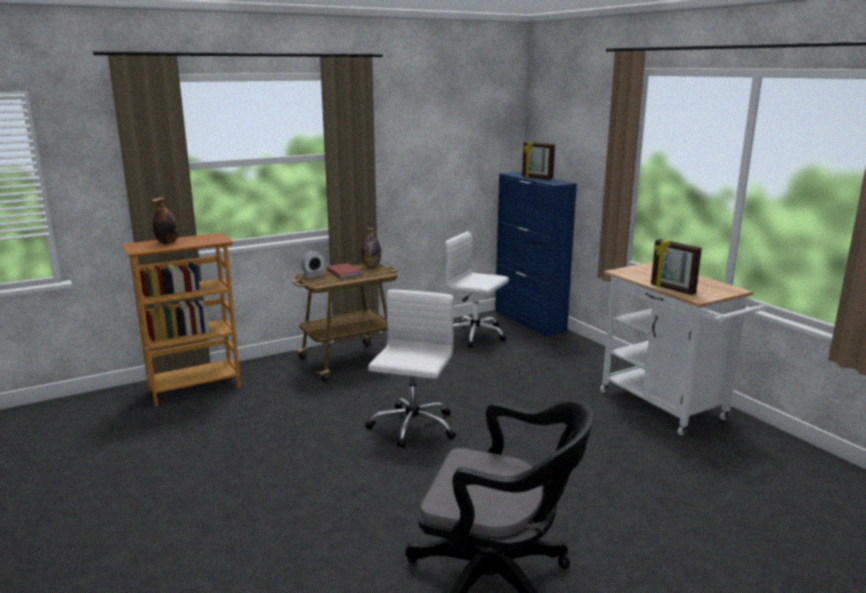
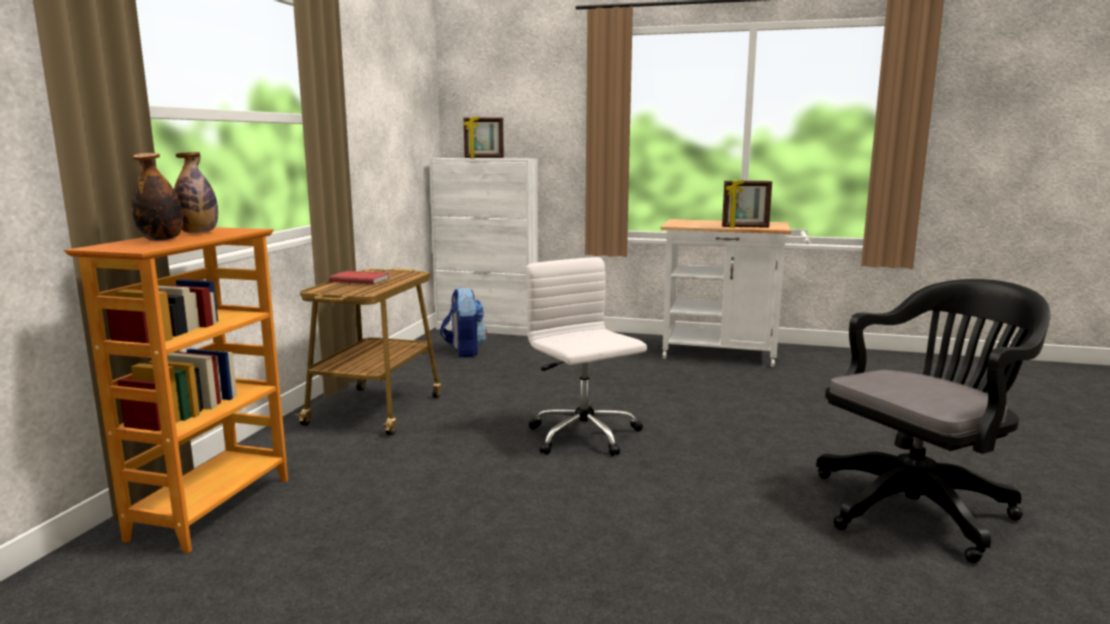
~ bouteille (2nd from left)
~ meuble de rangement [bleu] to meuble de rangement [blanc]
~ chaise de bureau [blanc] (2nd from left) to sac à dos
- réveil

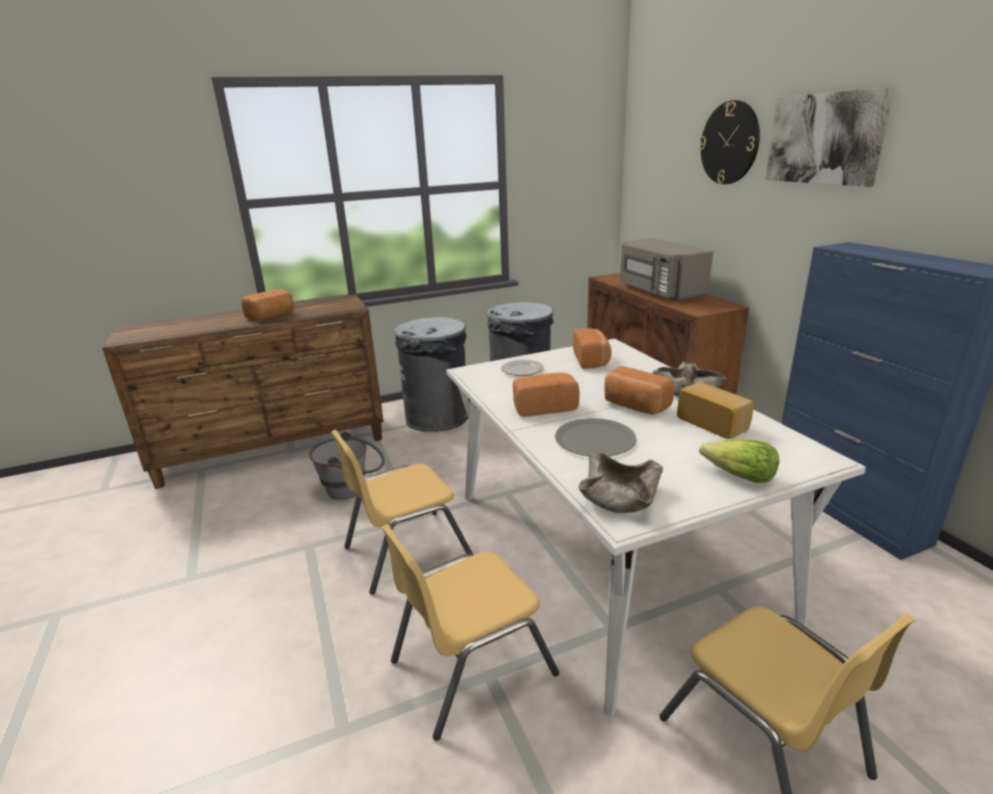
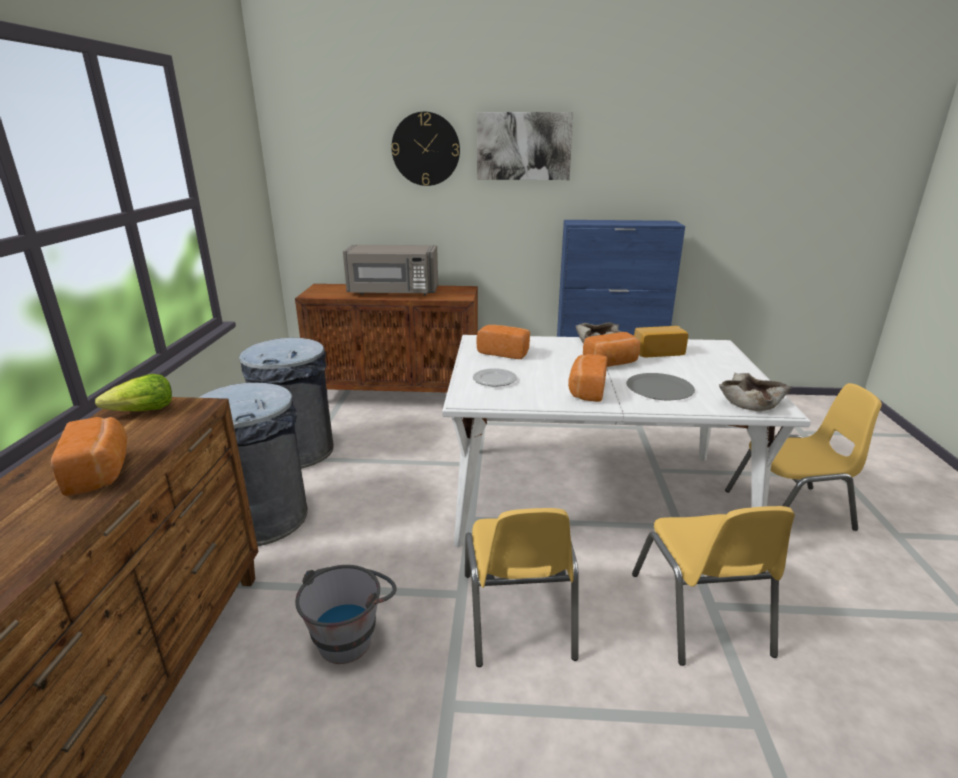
~ laitue

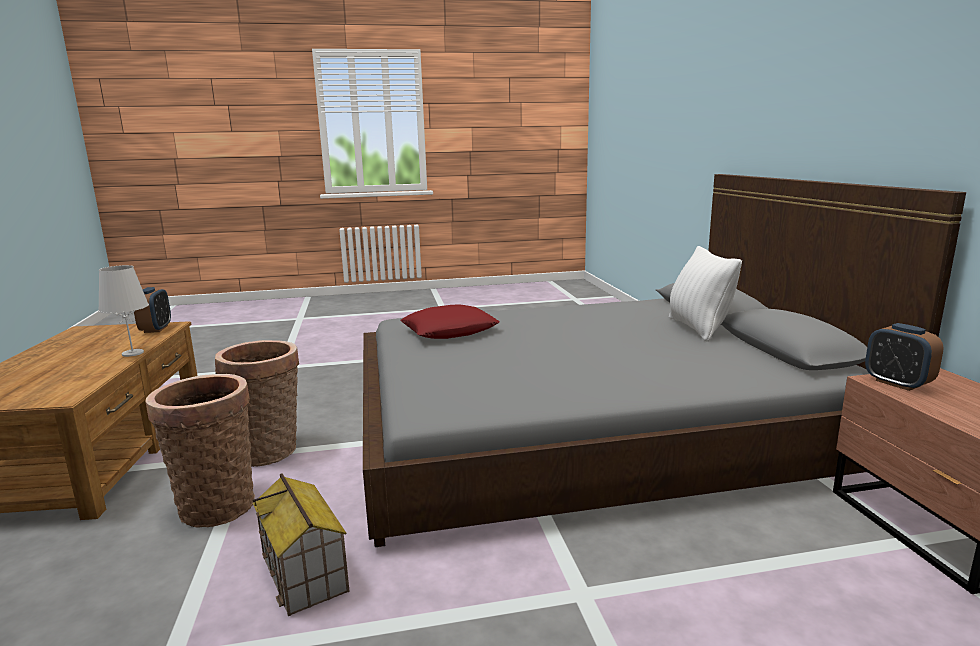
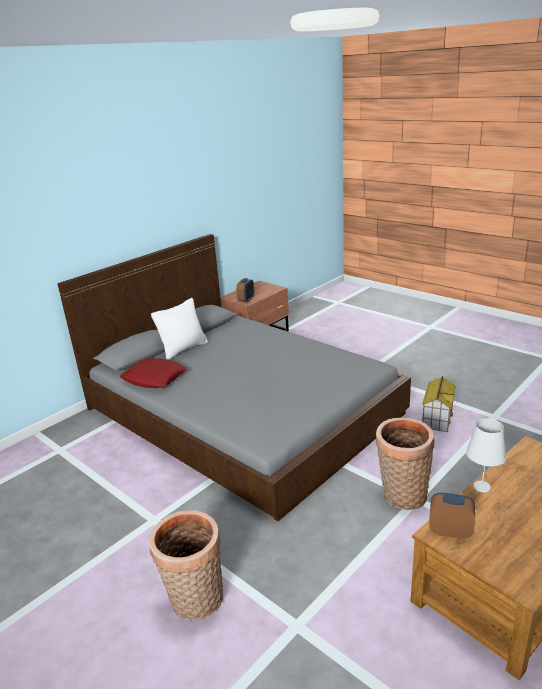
~ coussin [rouge]
~ panier (1st from left)
~ réveil (1st from left in the first image) 60 degrees clockwise

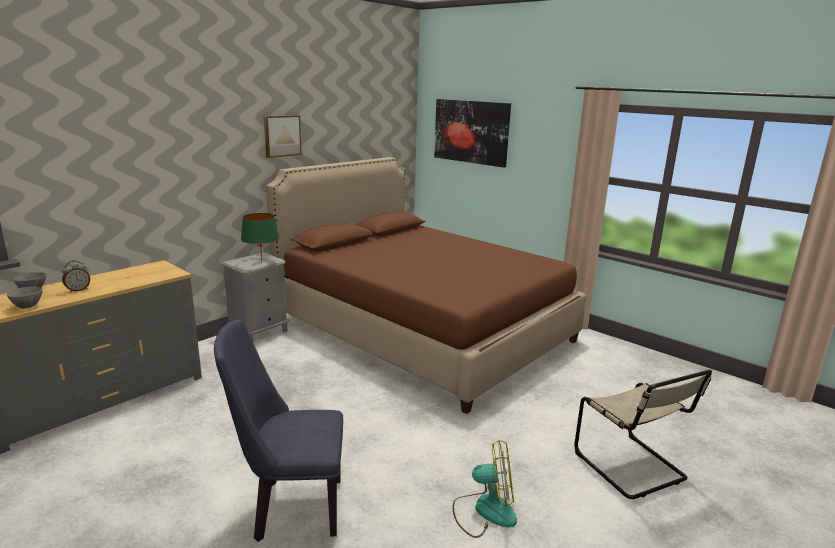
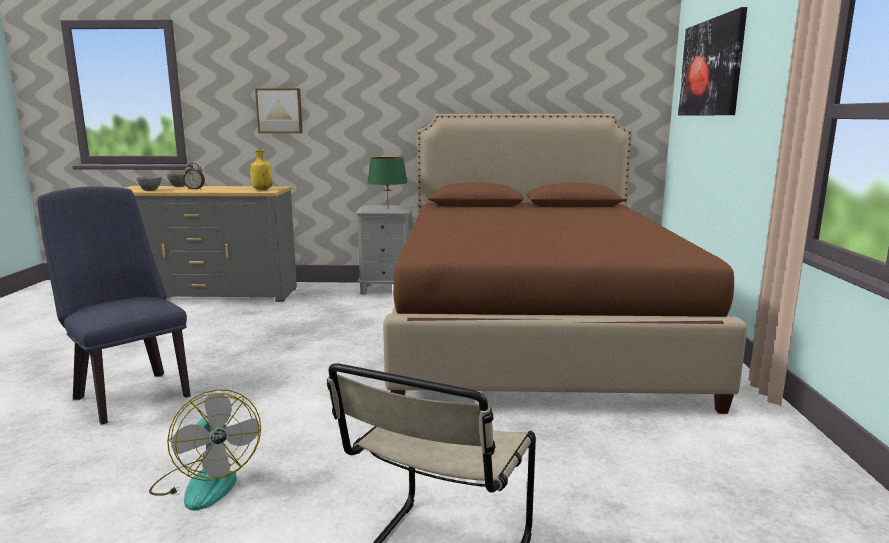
+ bouteille [jaune]
~ tableau (1st from left)

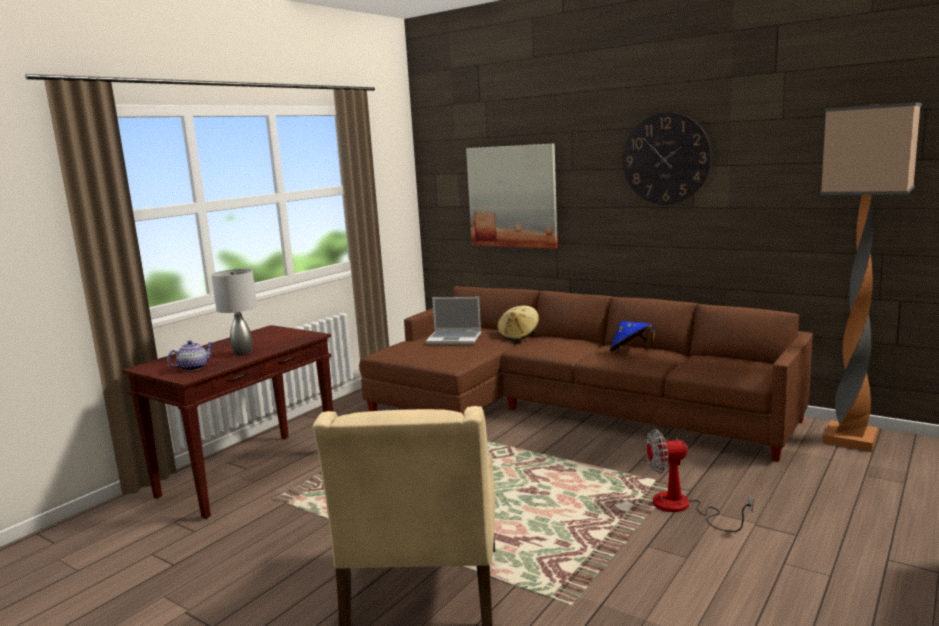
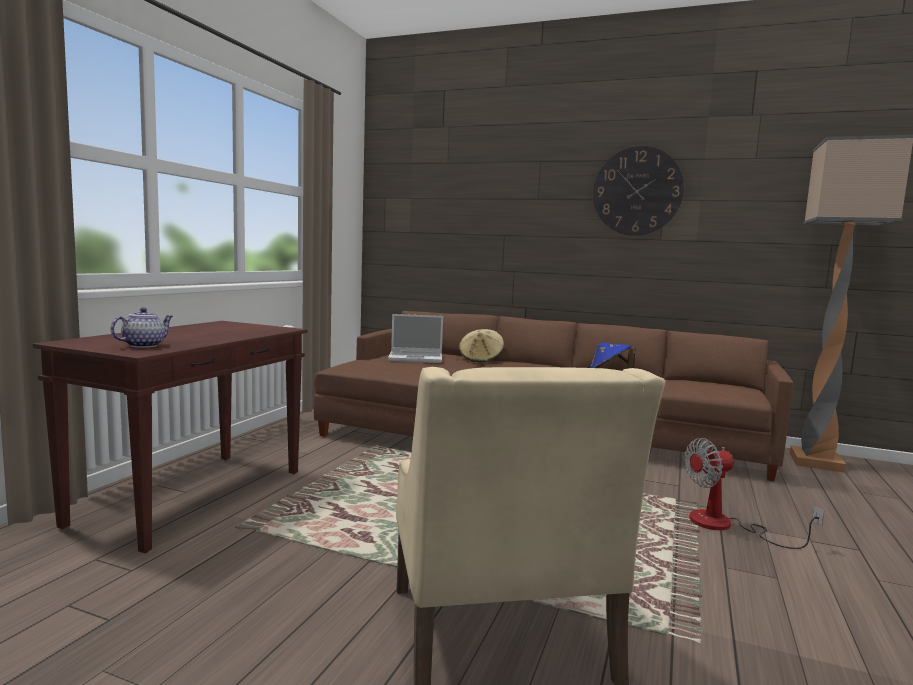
- lampe de table [gris]
- tableau

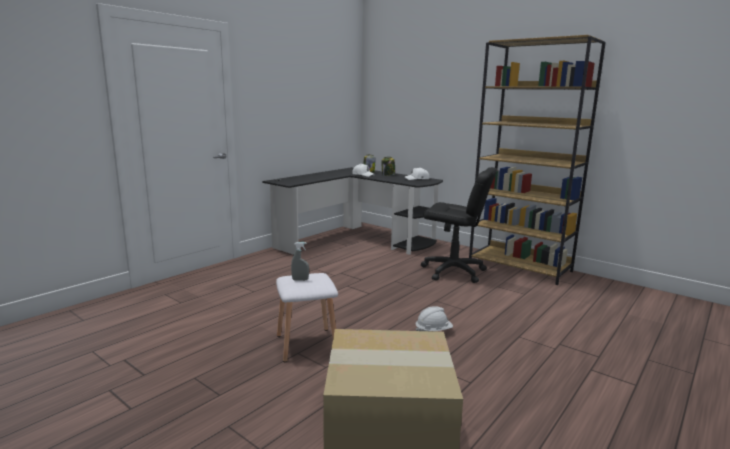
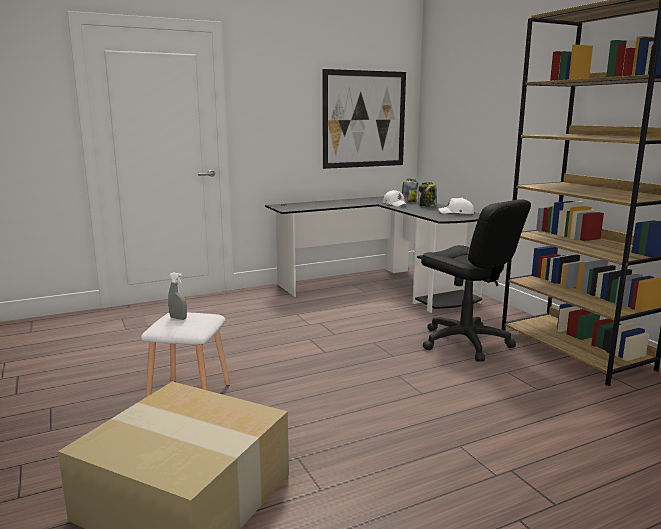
+ tableau
- casque de chantier [blanc]

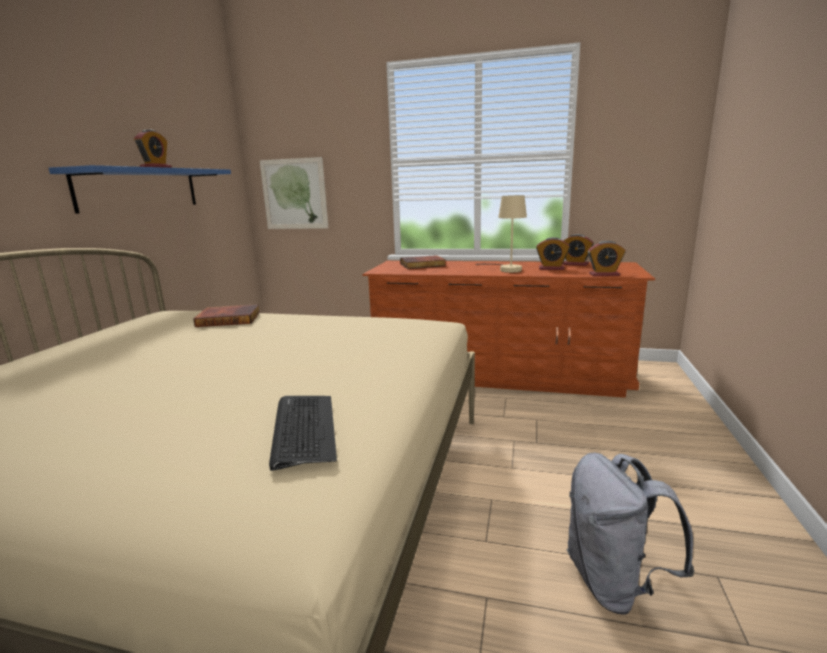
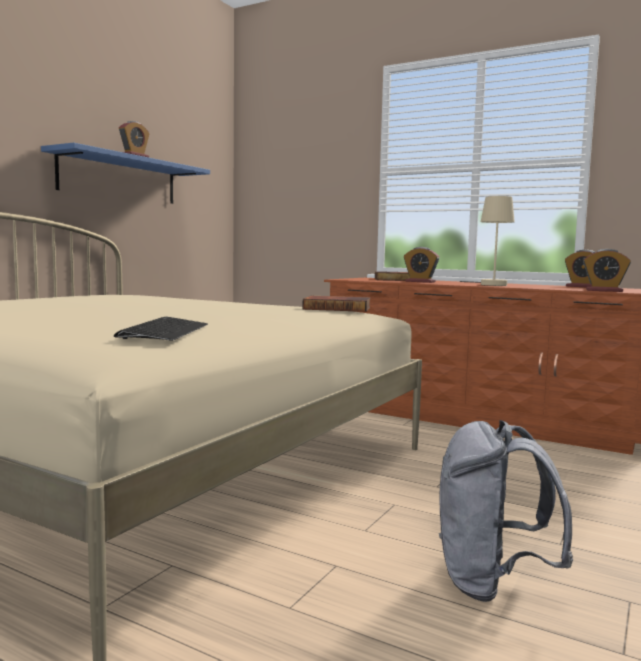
~ livre (1st from left)
~ réveil (2nd from left)
- tableau

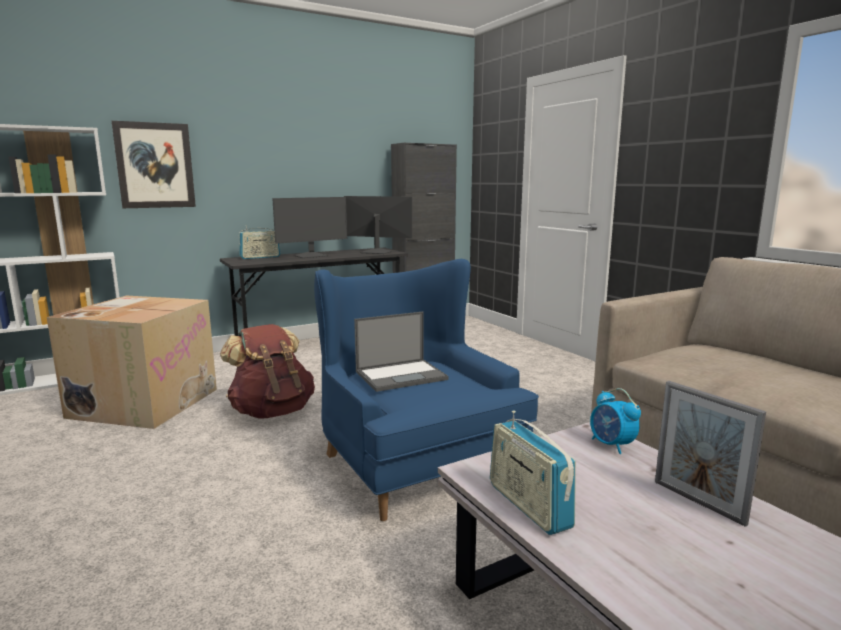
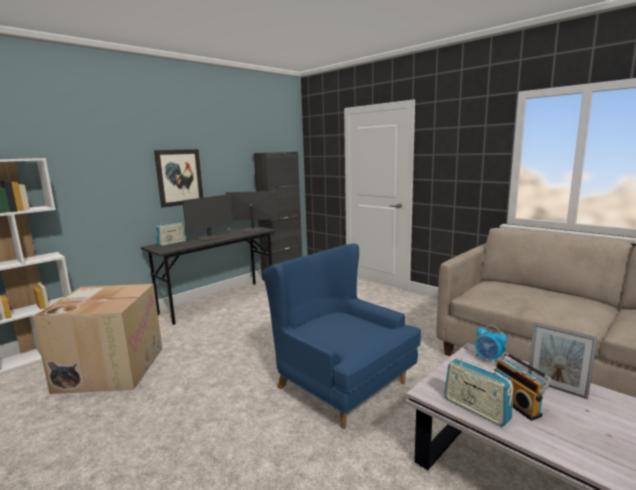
~ tableau
+ radio (3rd from left)
- sac à dos [marron]
- ordinateur portable

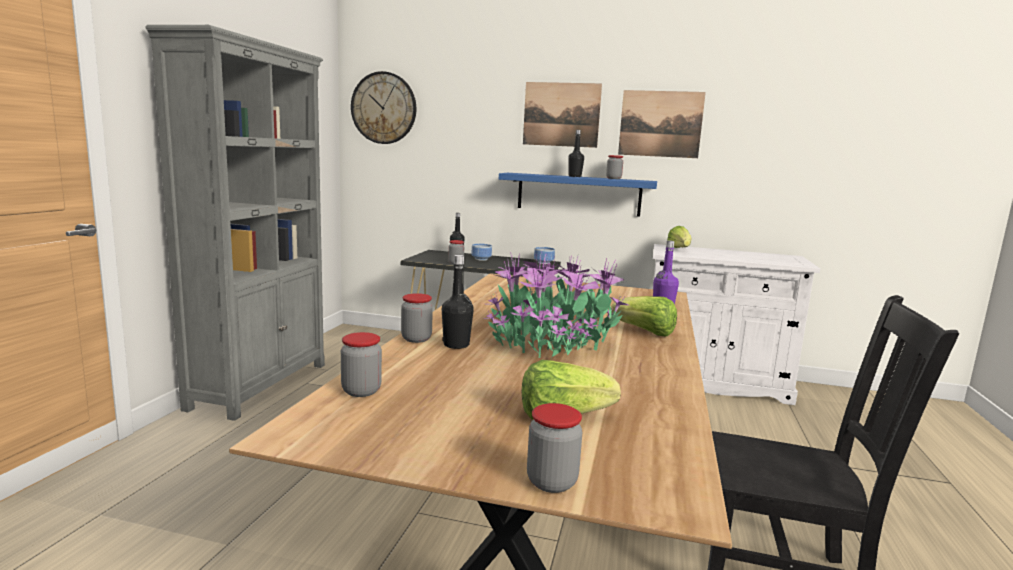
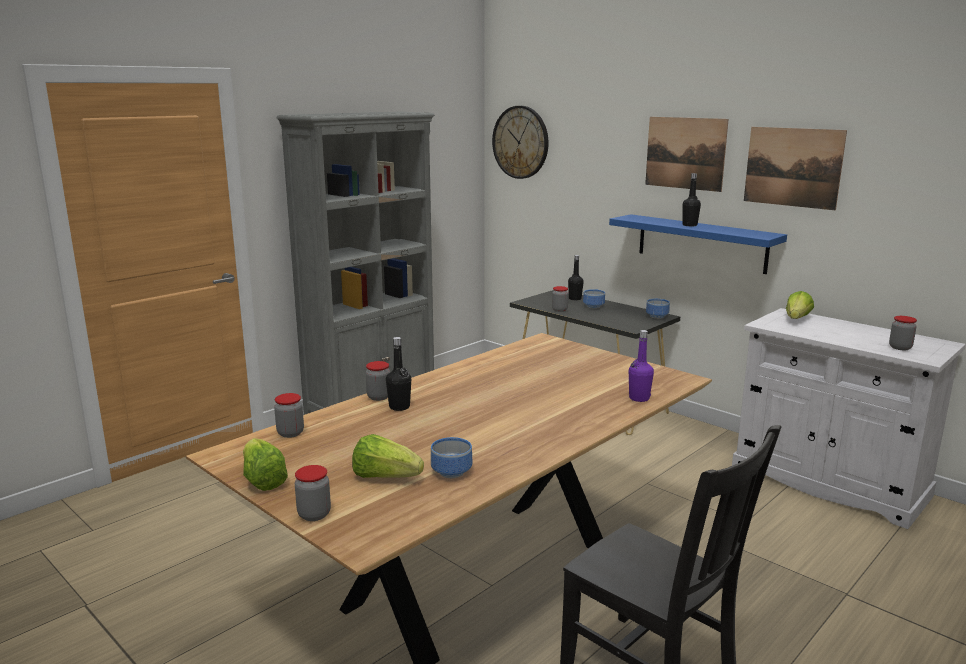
~ laitue (2nd from left in the first image) to laitue (1st from left)
+ bol (1st from left)
~ bocal (5th from left)
- plante en pot

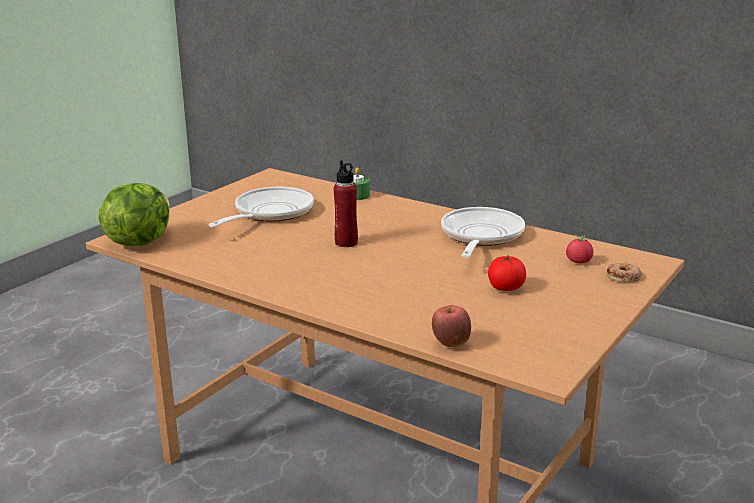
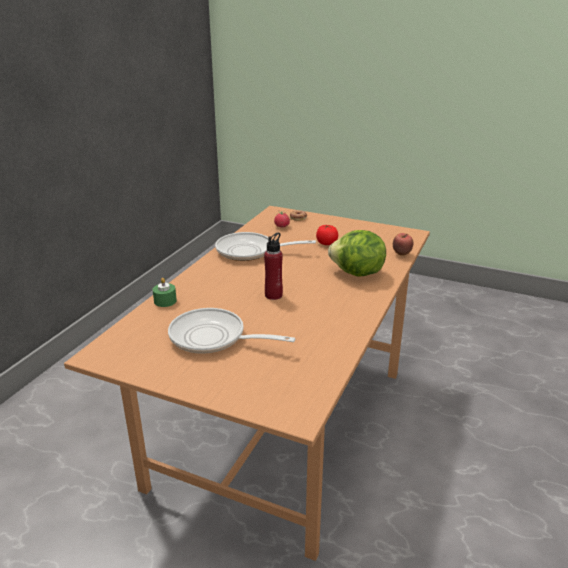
~ laitue

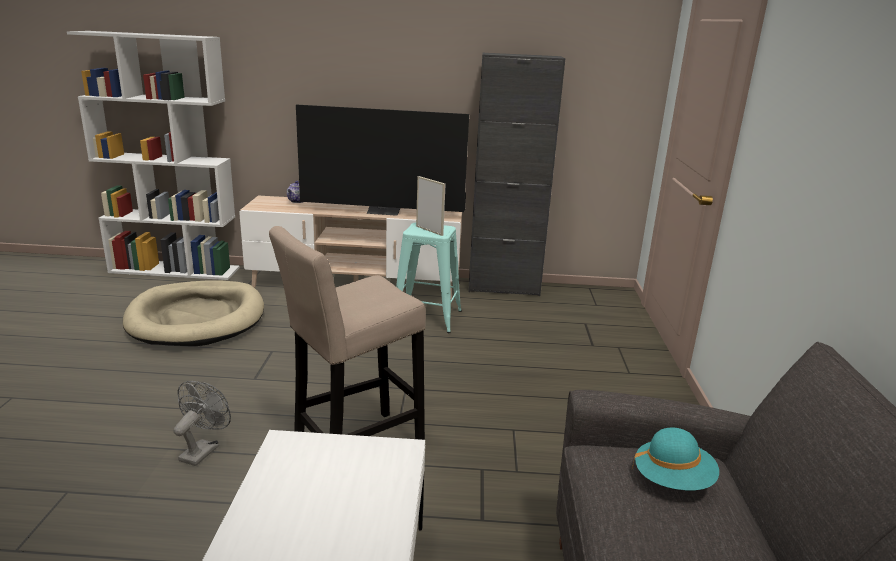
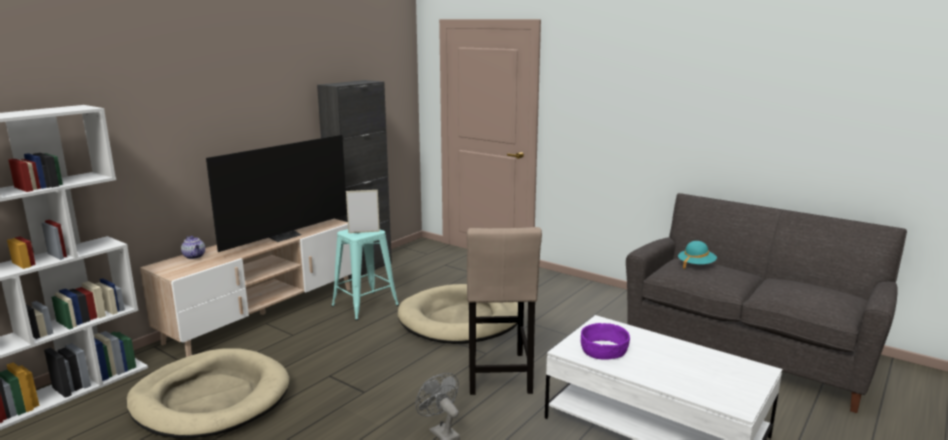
+ panier pour chien [beige] (2nd from left)
+ bol [violet]

